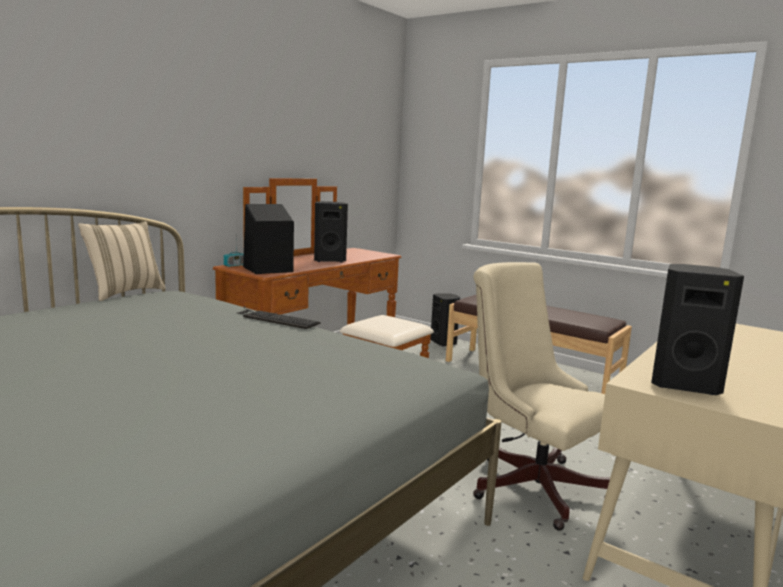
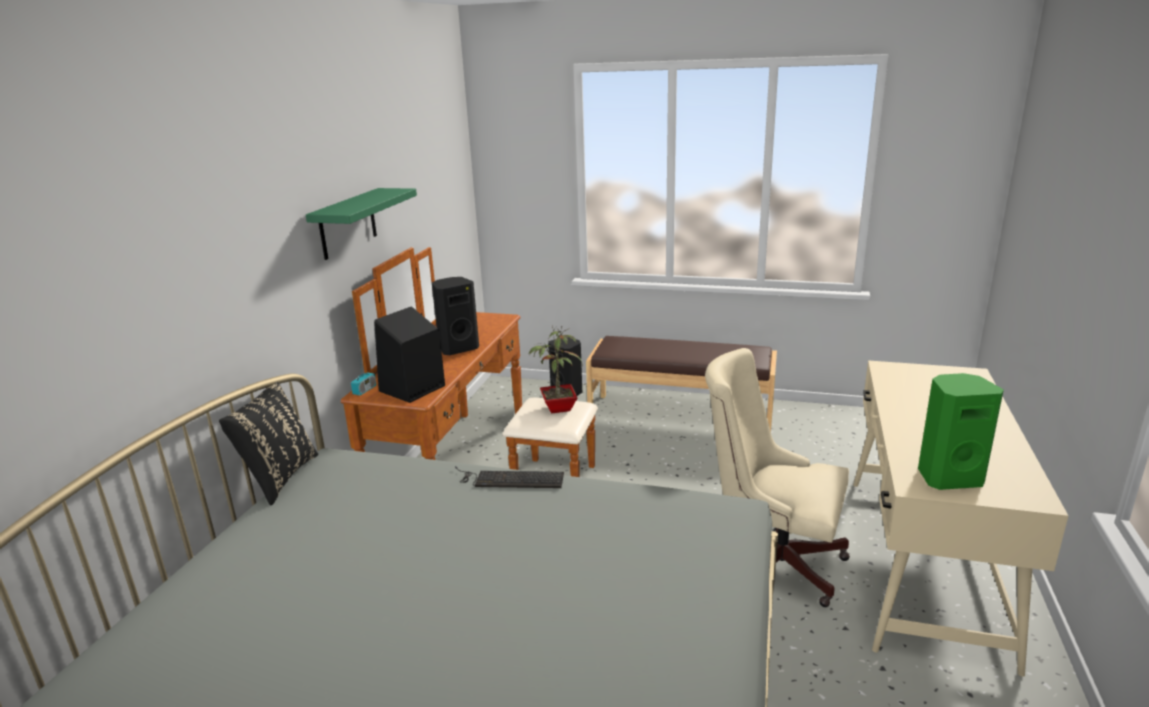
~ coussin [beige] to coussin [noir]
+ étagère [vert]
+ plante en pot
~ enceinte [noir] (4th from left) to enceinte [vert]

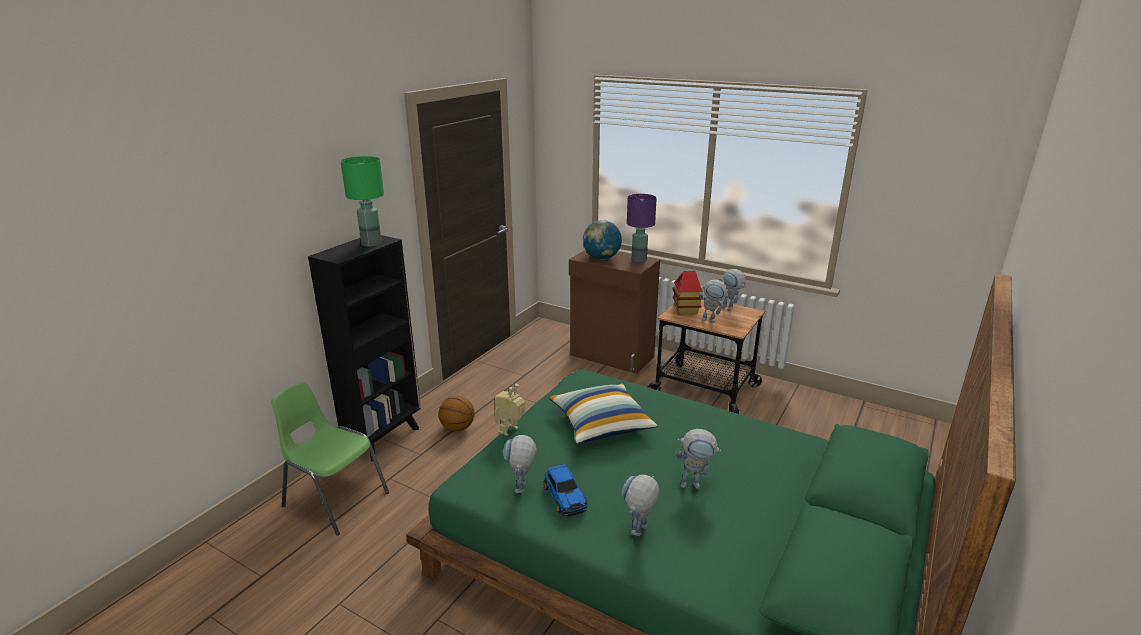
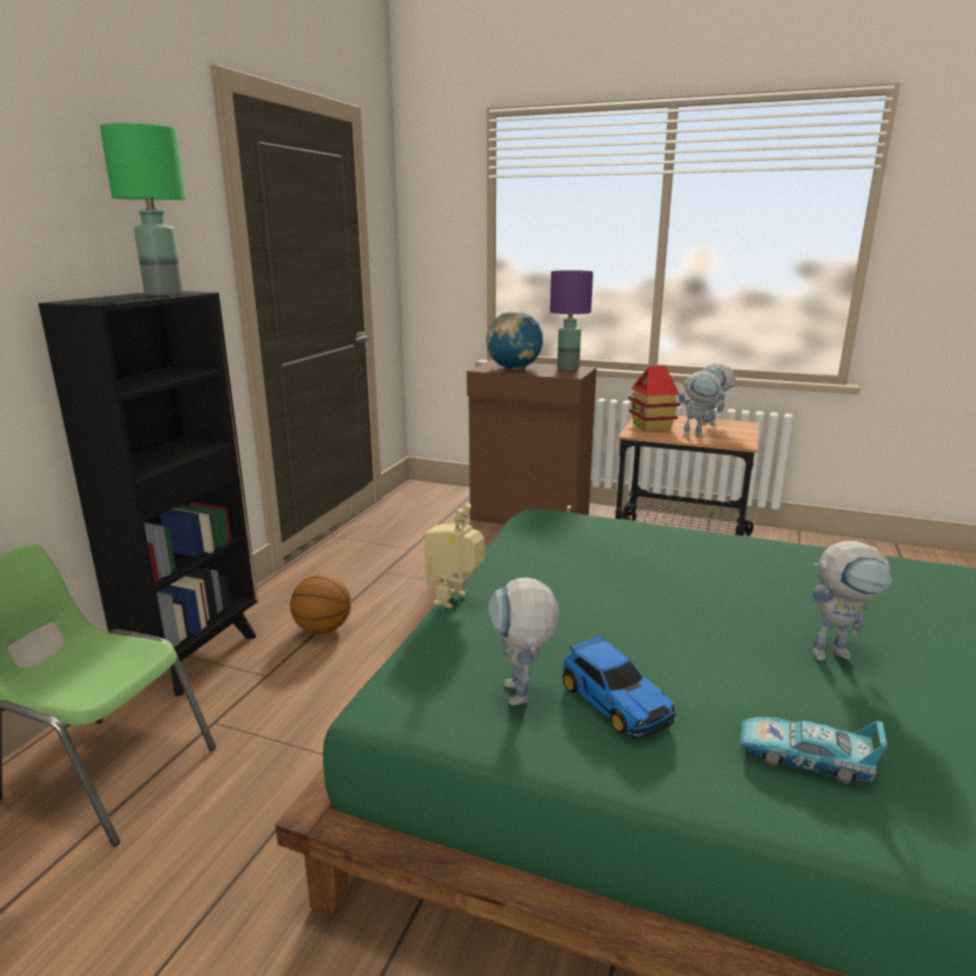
~ robot jouet (3rd from left) to petite voiture (2nd from left)
- coussin

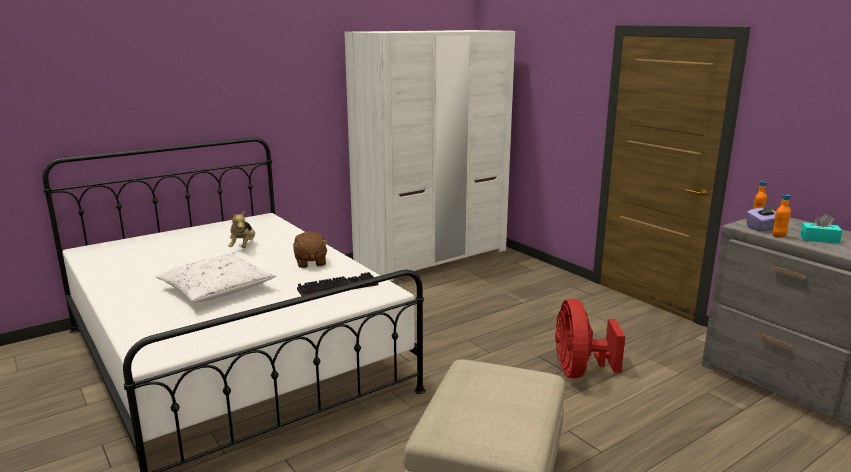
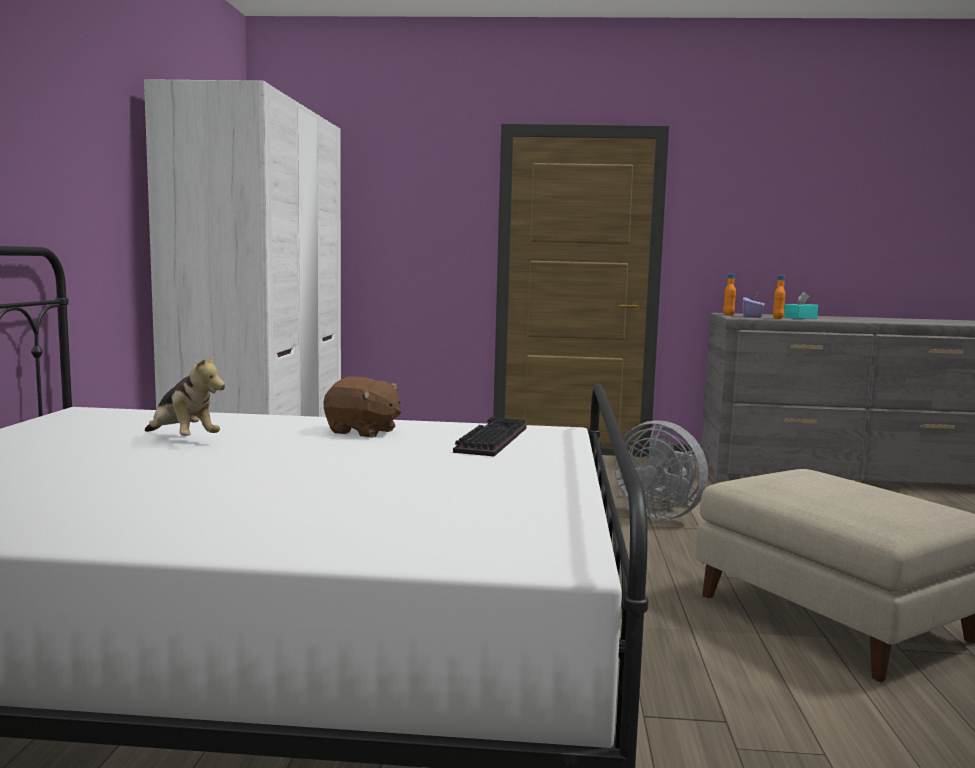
~ ventilateur [rouge] to ventilateur [gris]
- coussin [blanc]

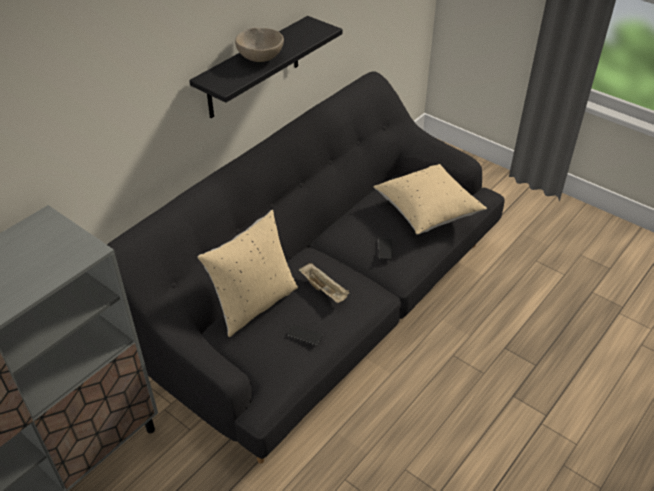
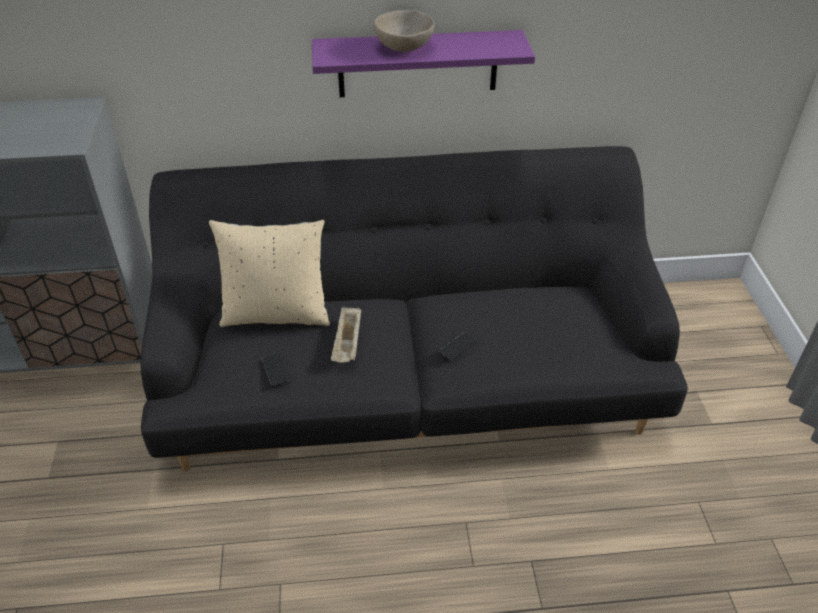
~ étagère [noir] to étagère [violet]
- coussin [beige] (2nd from left)

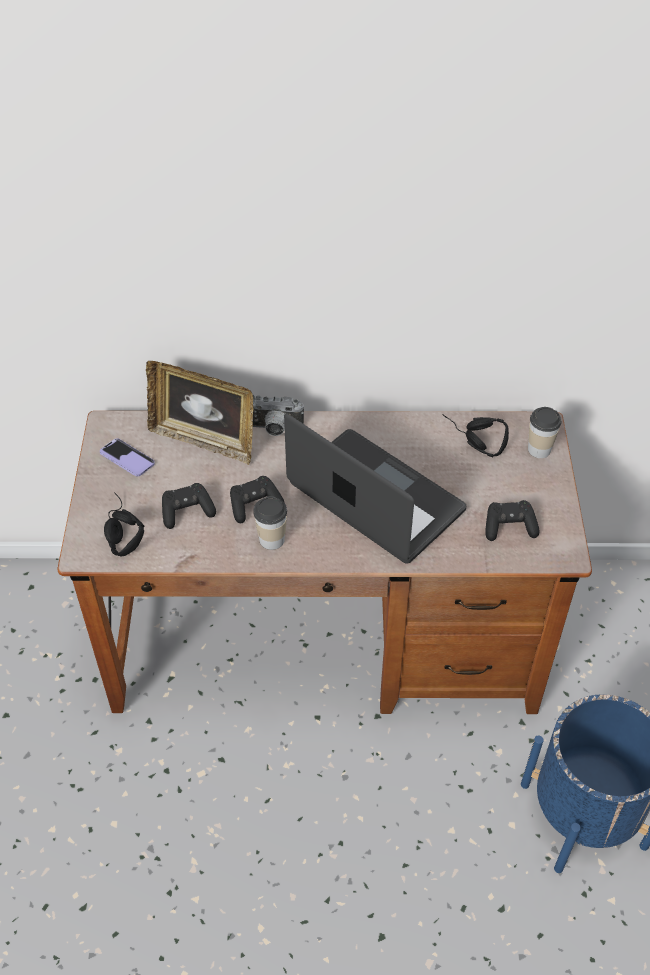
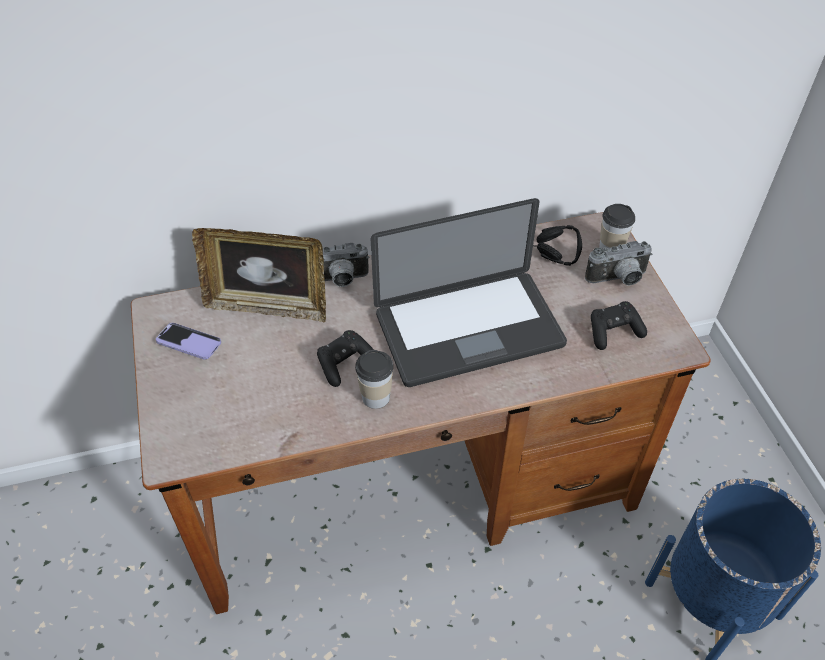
~ ordinateur portable 135 degrees clockwise
+ appareil photo (2nd from left)
- casque audio [noir] (1st from left)
- manette [noir] (1st from left)

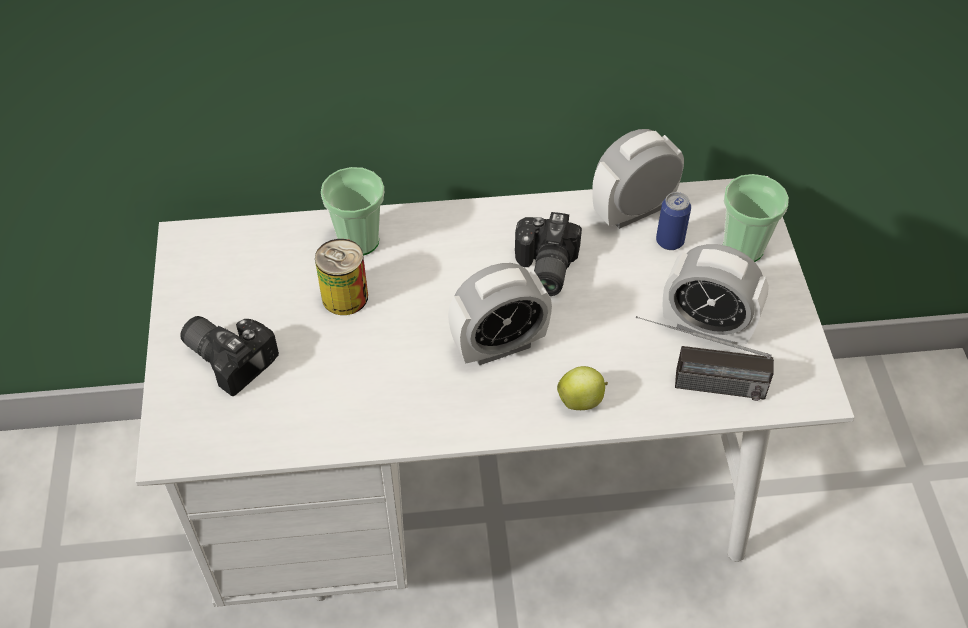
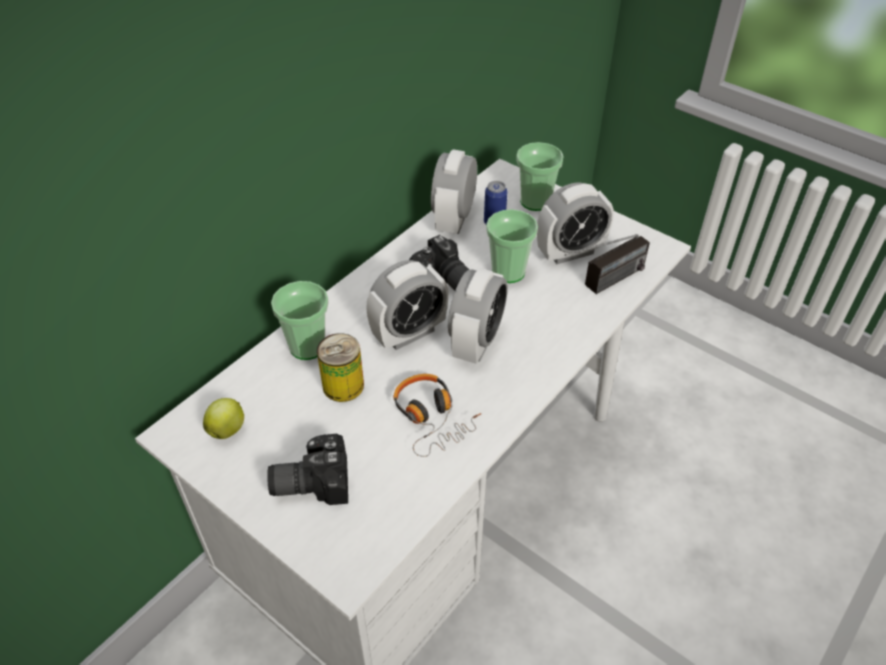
~ pomme
+ réveil (1st from left)
+ casque audio
+ tasse (2nd from left)

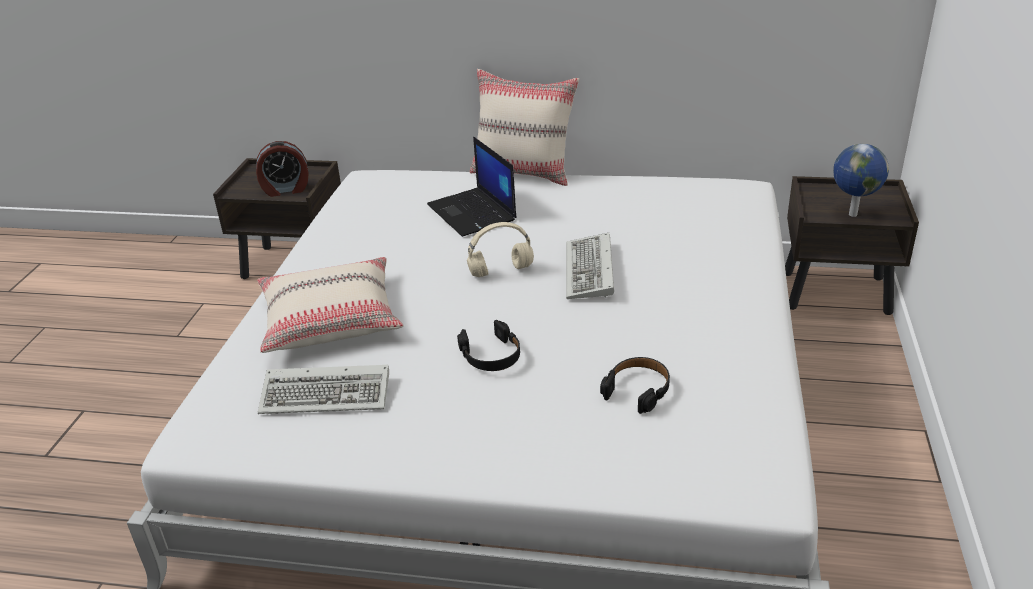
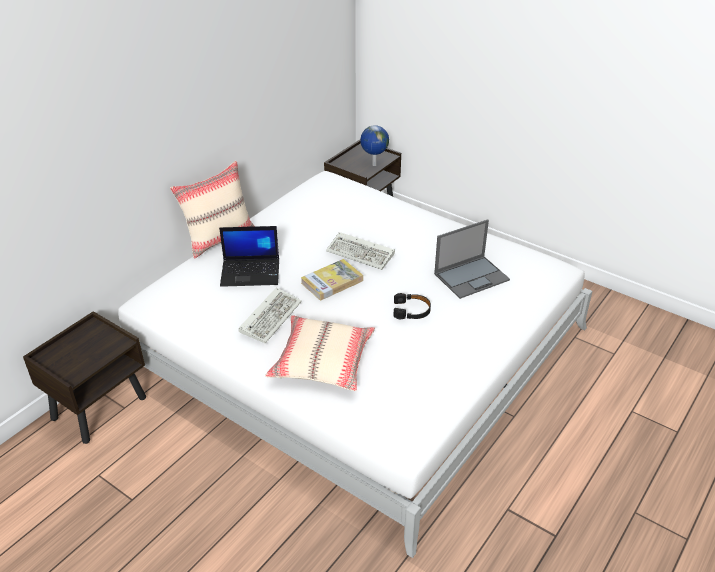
~ clavier (1st from left)
~ casque audio [beige] to livre
~ casque audio [noir] (2nd from left) to ordinateur portable (2nd from left)
- réveil

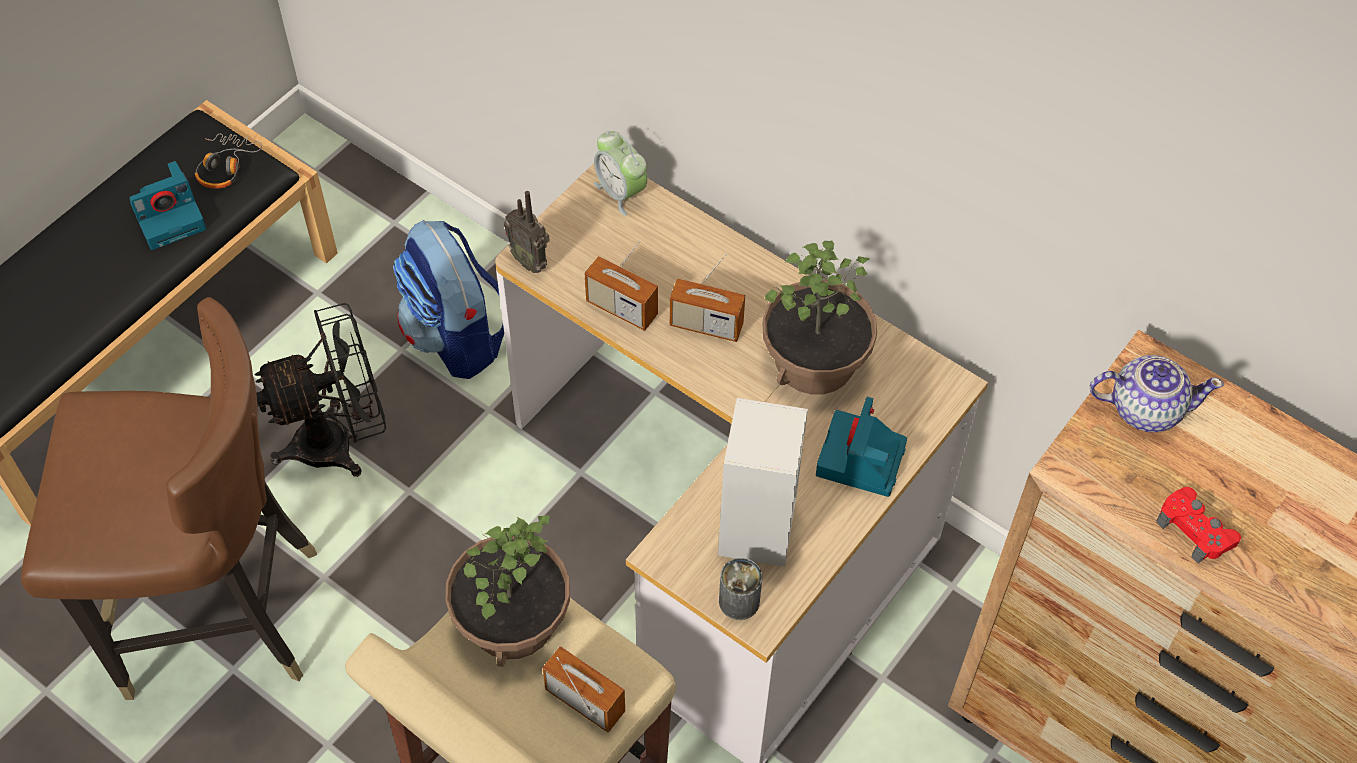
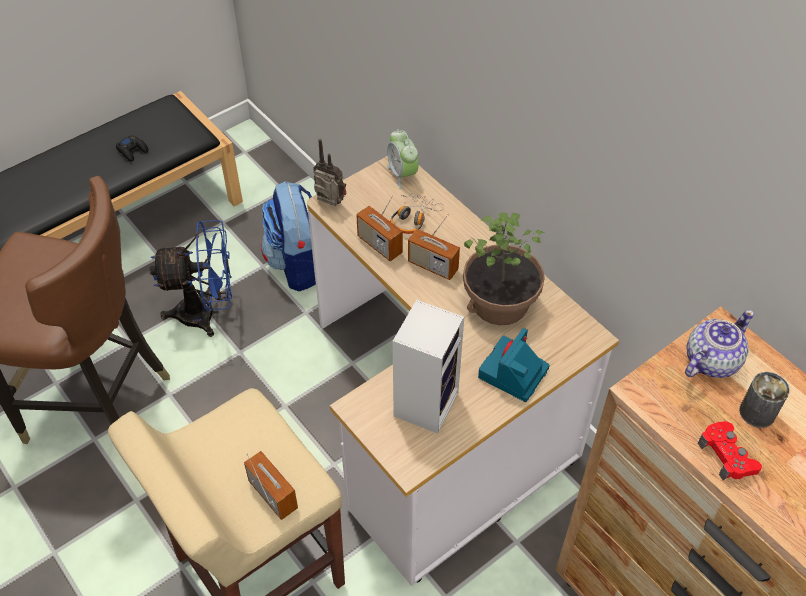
~ appareil photo (1st from left) to manette [noir]
~ ventilateur [noir] to ventilateur [bleu]
~ radio (1st from left in the first image) 150 degrees clockwise
~ casque audio
~ théière 60 degrees counterclockwise
~ boîte métallique
- plante en pot (1st from left)

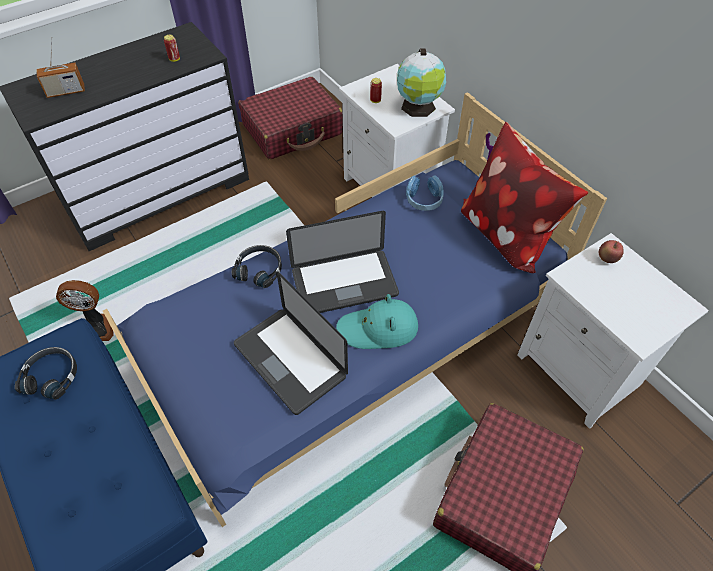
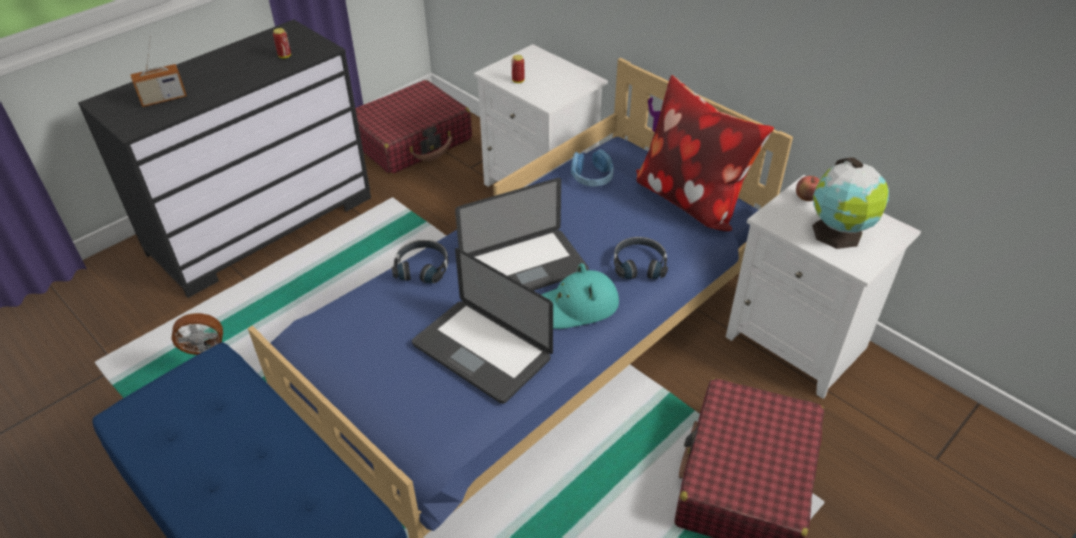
~ casque audio [noir] (1st from left in the first image) to casque audio [noir] (2nd from left)
~ globe

